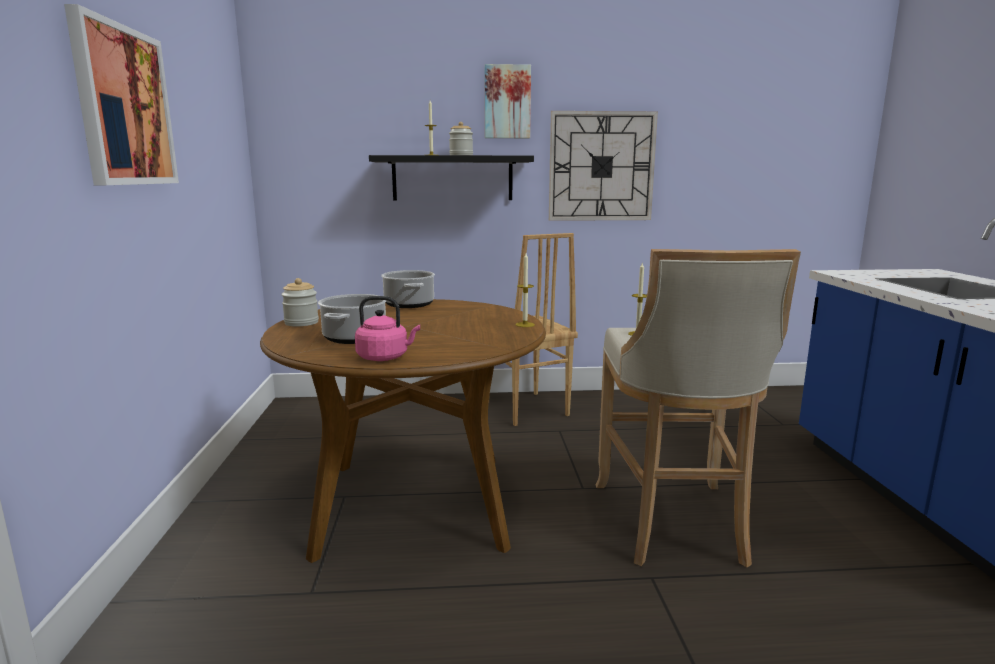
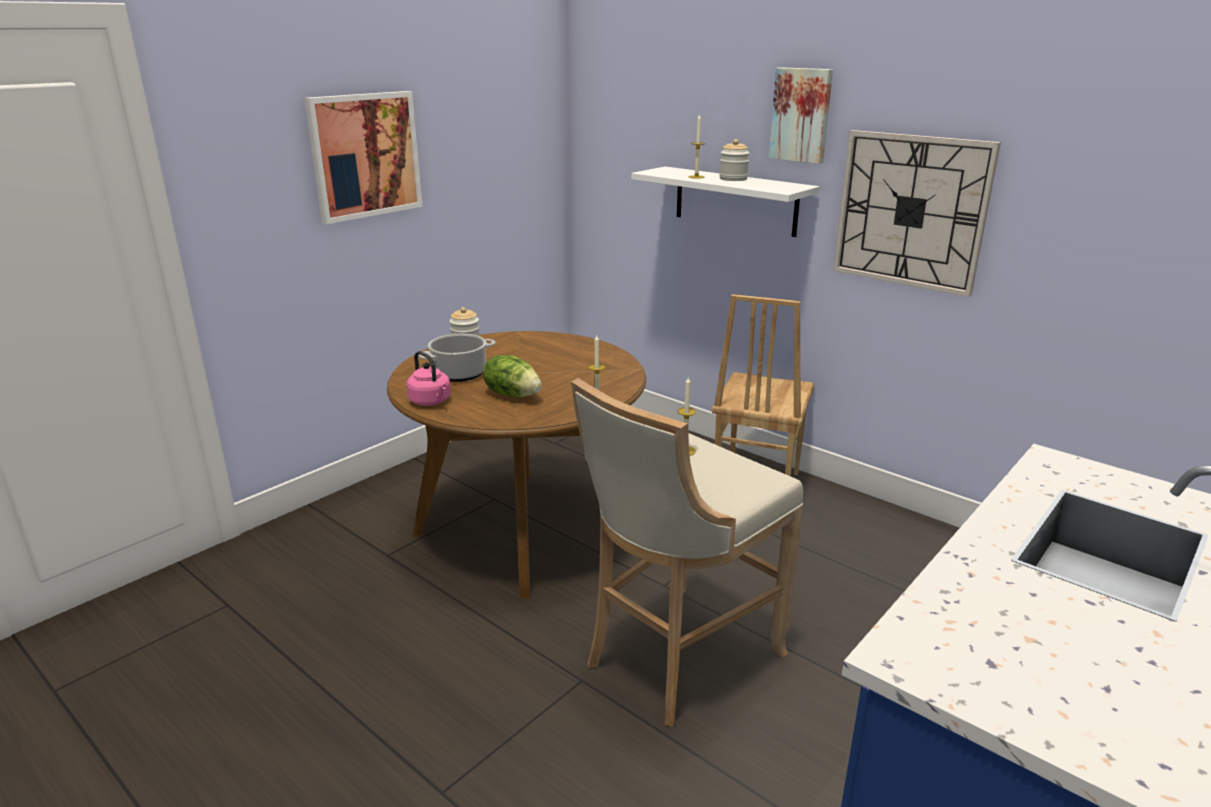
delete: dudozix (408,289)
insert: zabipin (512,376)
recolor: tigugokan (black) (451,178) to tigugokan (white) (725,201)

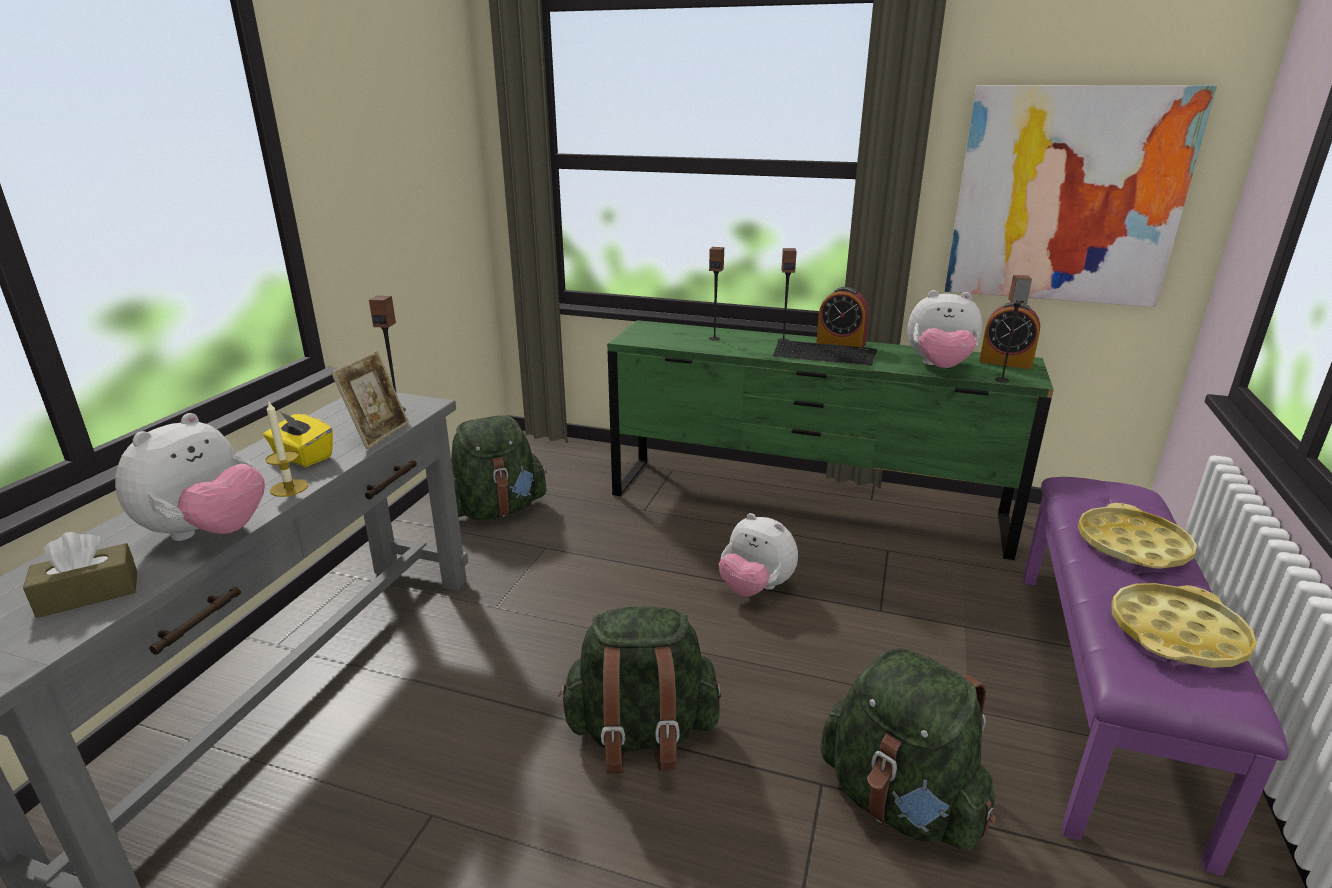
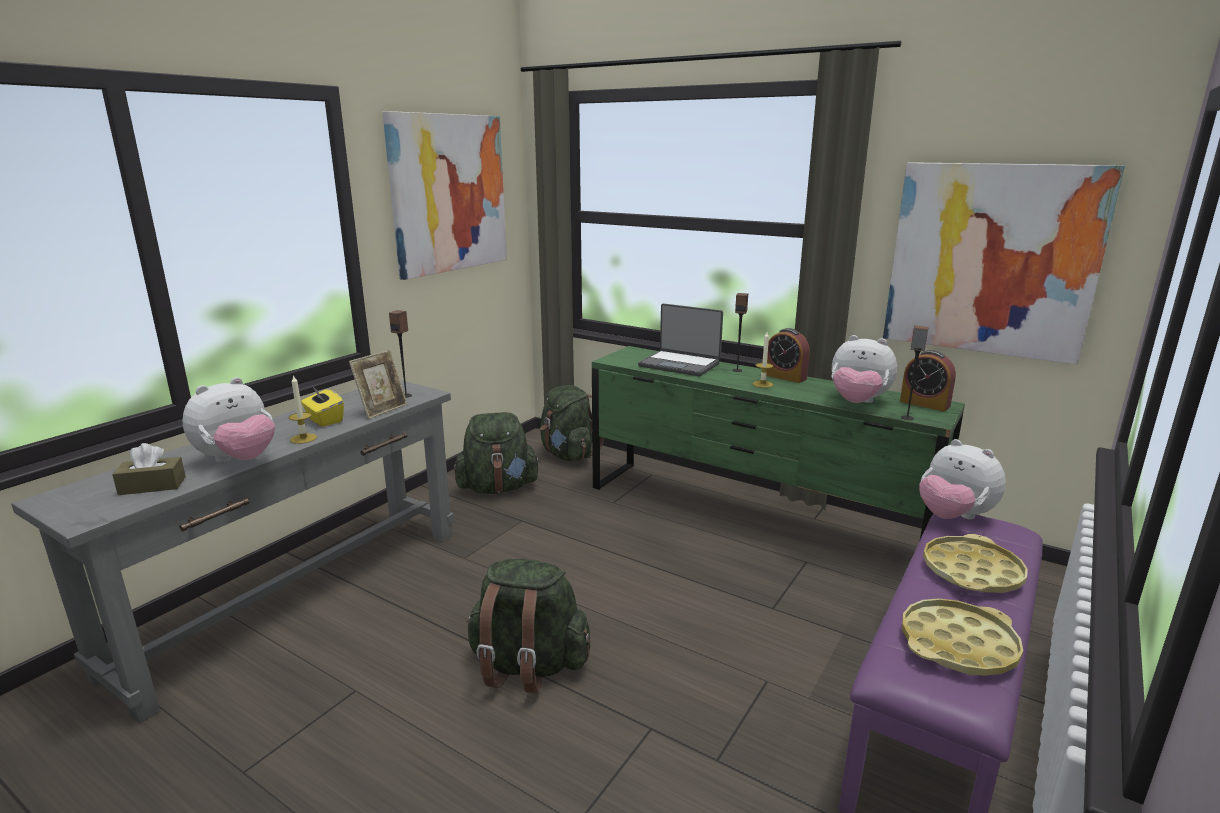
insert: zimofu (444,195)
move: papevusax (758,554) to (962,479); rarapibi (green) (908,749) to (572,423)
replace: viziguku (716,294) to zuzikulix (680,339); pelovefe (825,353) to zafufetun (763,360)

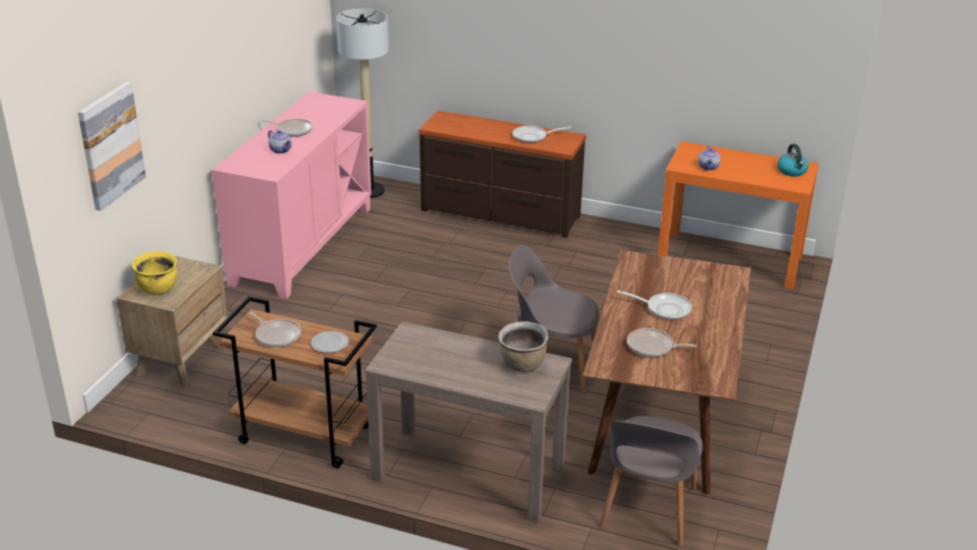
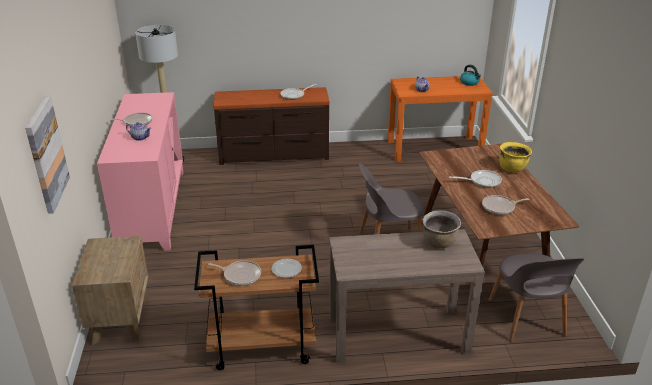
move: dudozix (yellow) (154,273) to (515,157)

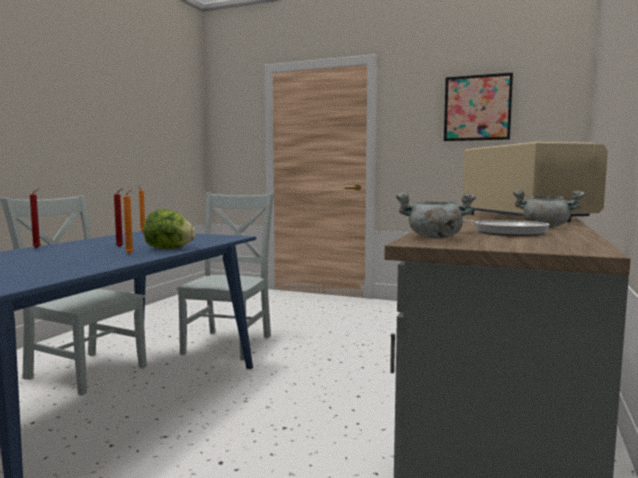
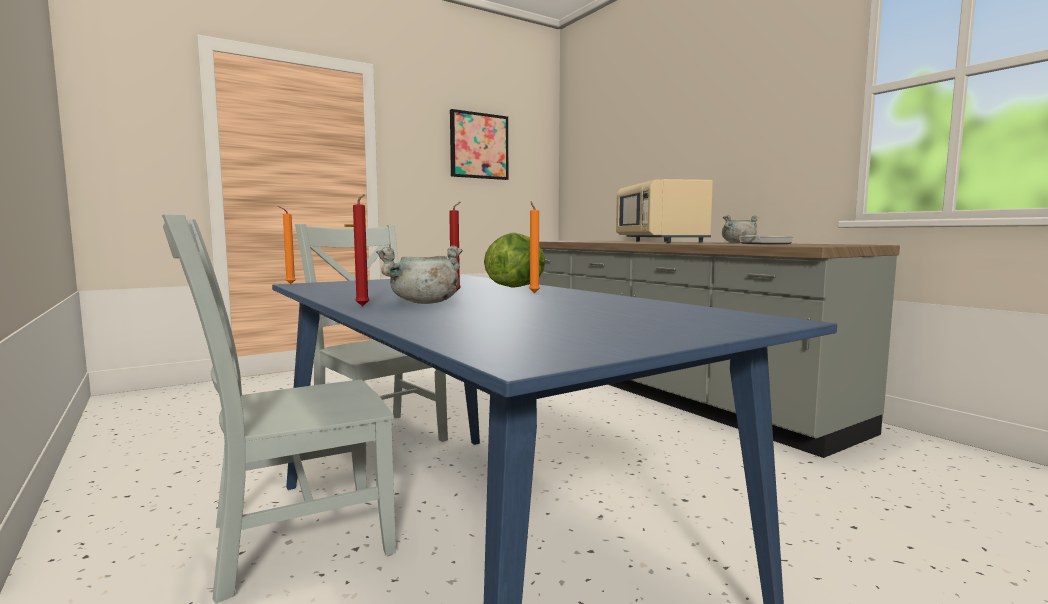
move: dudozix (grey) (436,216) to (419,274)
rotate: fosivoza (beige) (535,182) = (664,211) 120 degrees counterclockwise

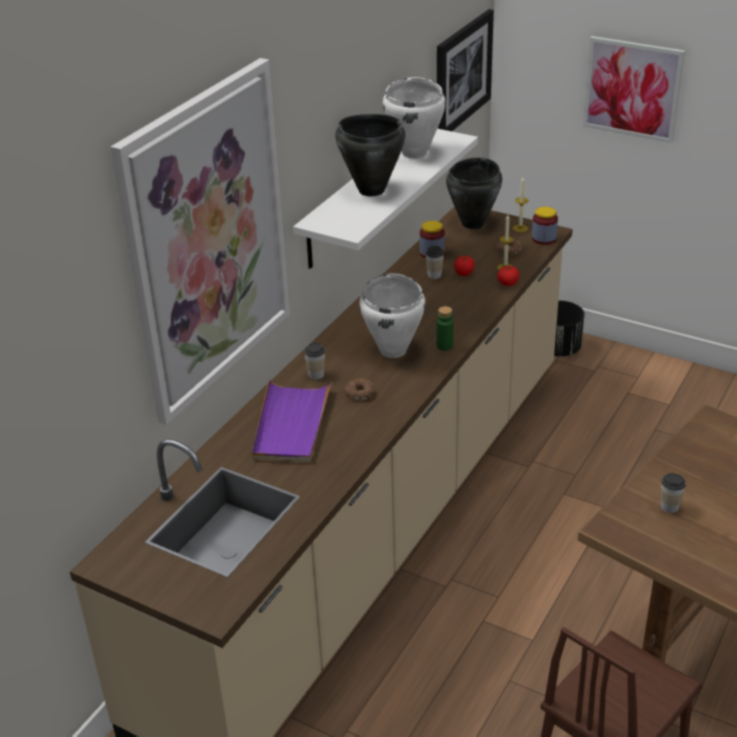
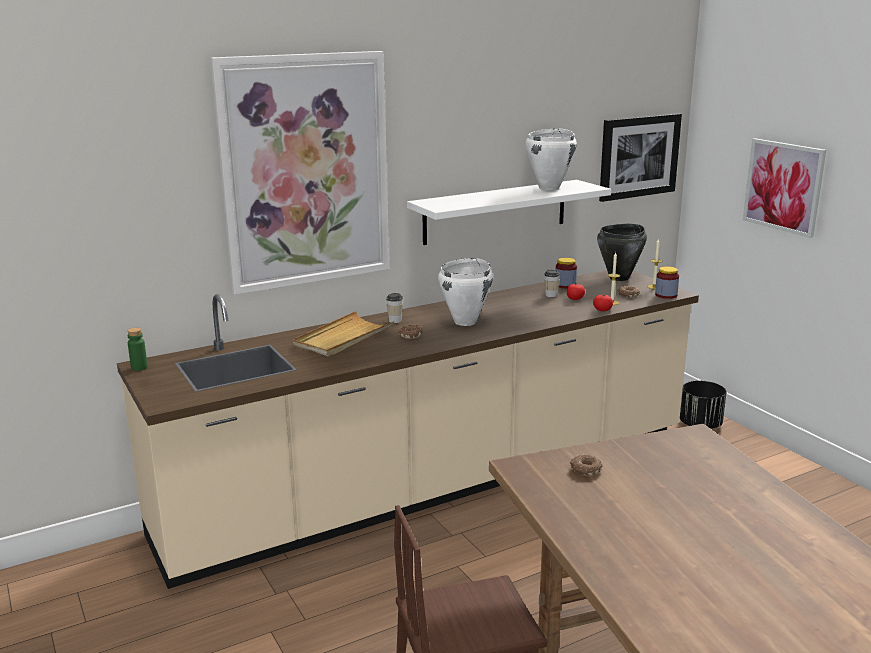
delete: dudozix (black) (370,155)
move: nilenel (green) (445,328) to (138,349)
replace: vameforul (673,493) to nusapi (586,465)
recolor: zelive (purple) (292,420) to zelive (beige) (343,334)

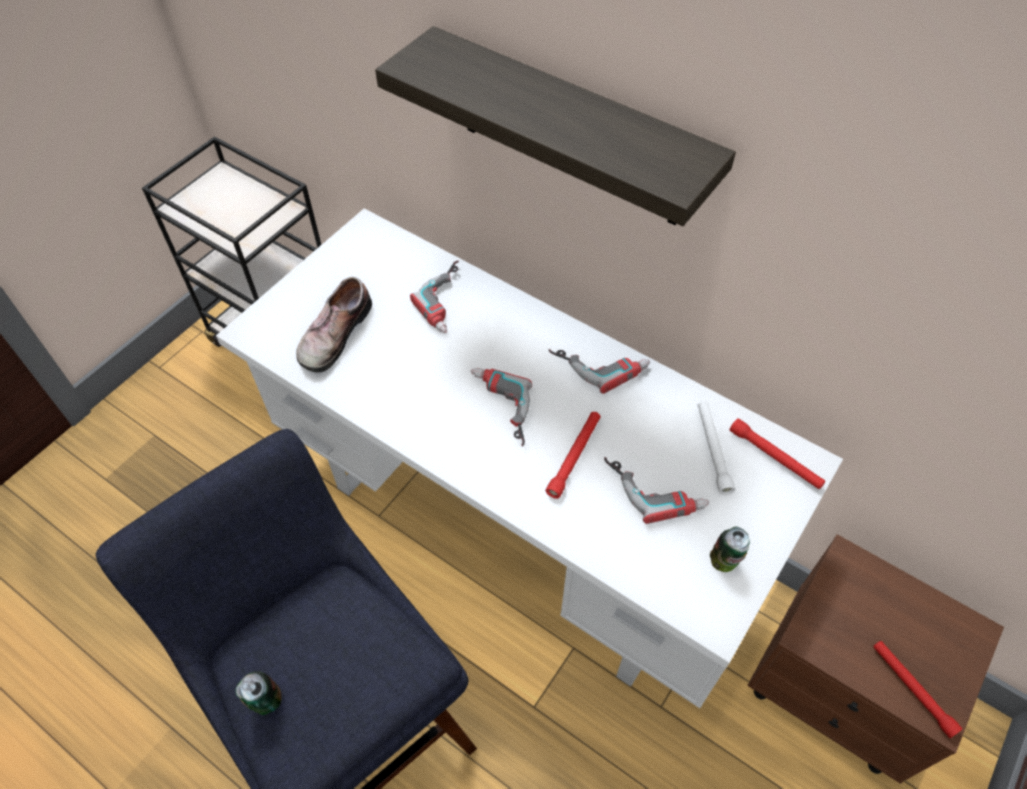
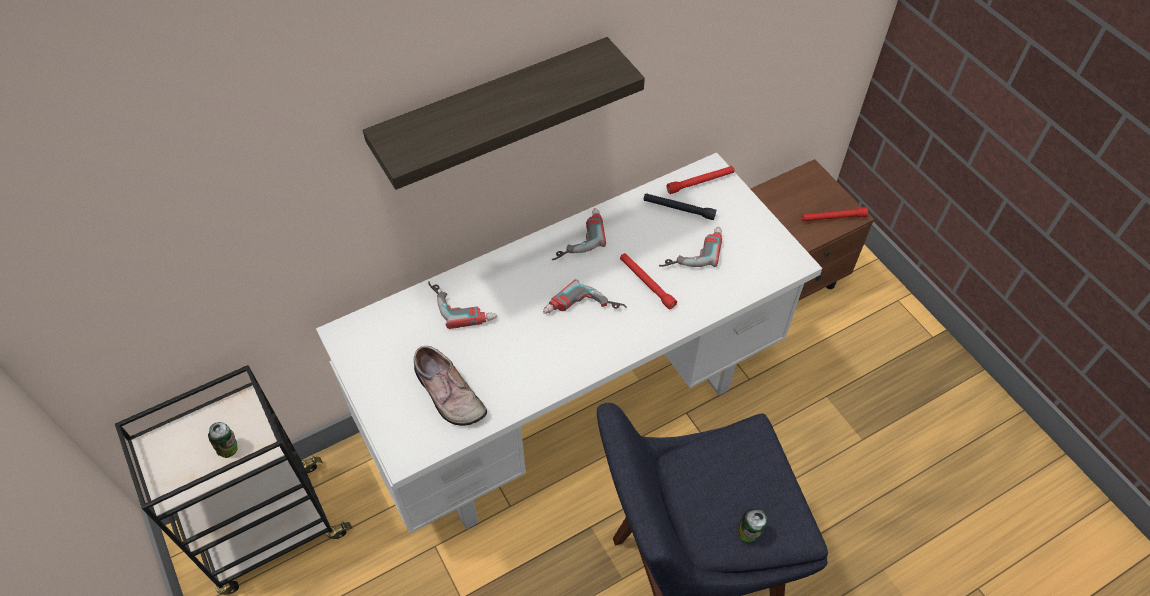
move: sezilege (730,549) to (223,440)
recolor: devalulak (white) (716,448) to devalulak (black) (680,206)

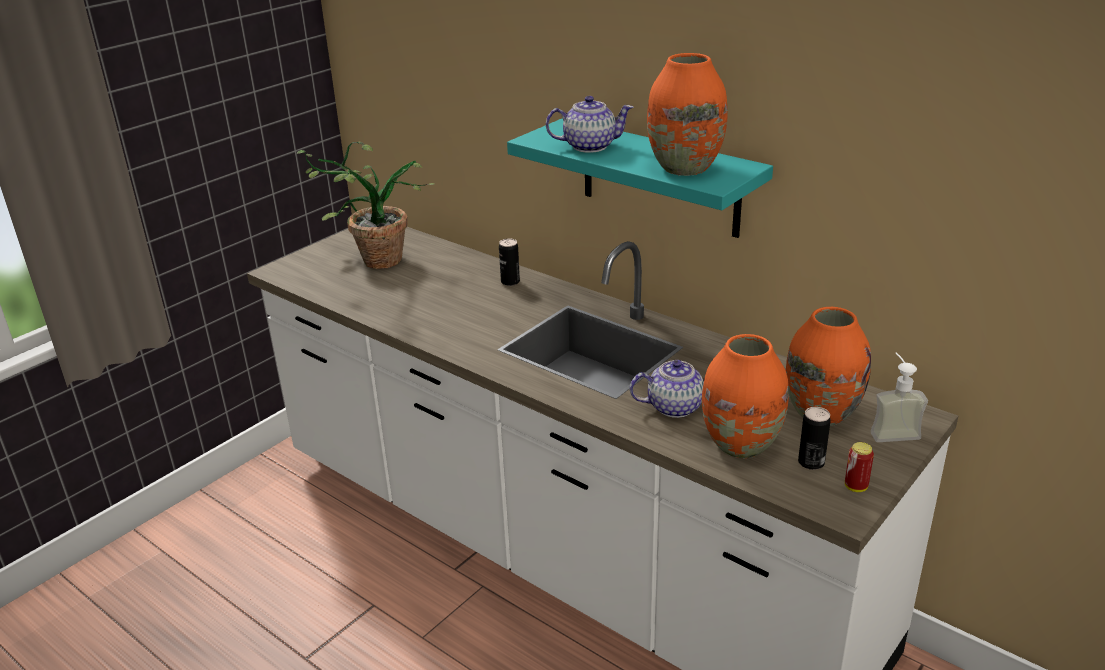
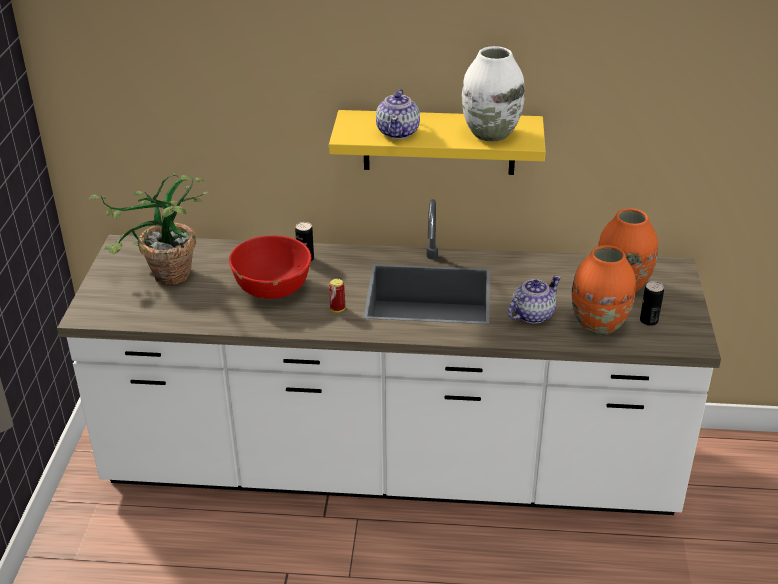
delete: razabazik (899,397)
insert: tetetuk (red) (270,267)
move: sezilege (859,467) to (337,296)
recolor: tigugokan (turquoise) (640,178) to tigugokan (yellow) (437,142); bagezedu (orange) (687,114) to bagezedu (white) (493,94)
rotate: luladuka (589,124) = (398,114) 135 degrees clockwise

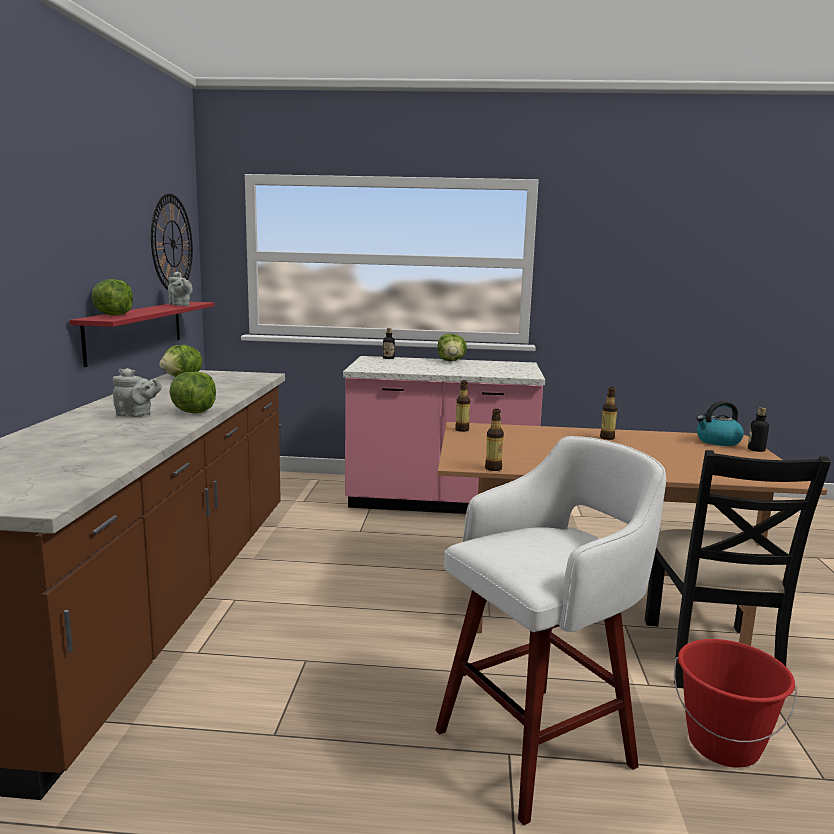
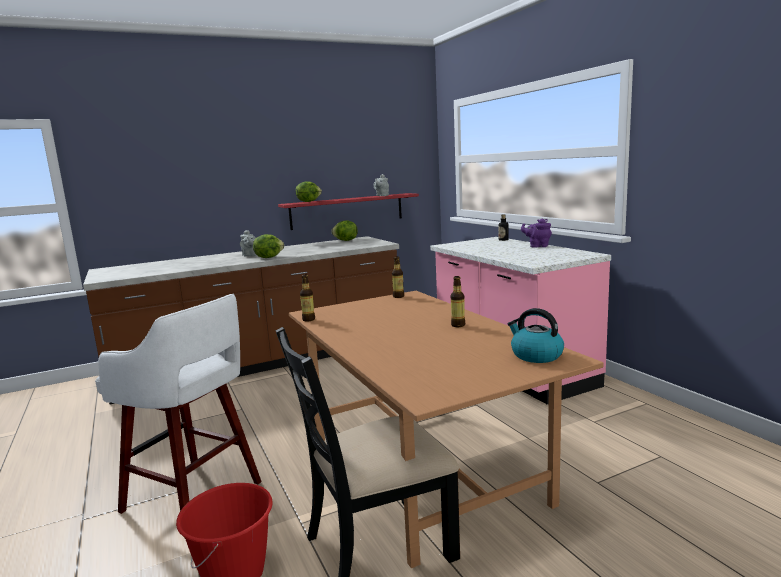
delete: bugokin (172,242); nilenel (758,429)
replace: zabipin (452,347) to luladuka (purple) (536,233)

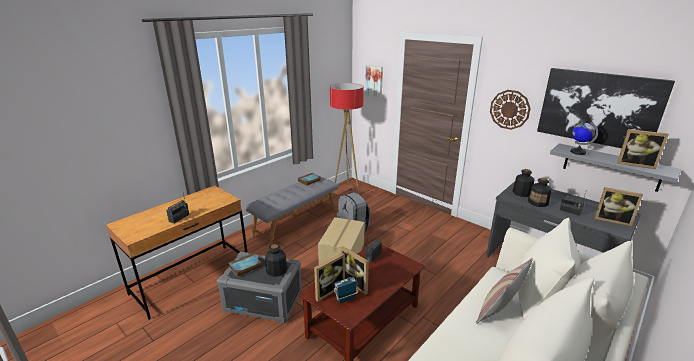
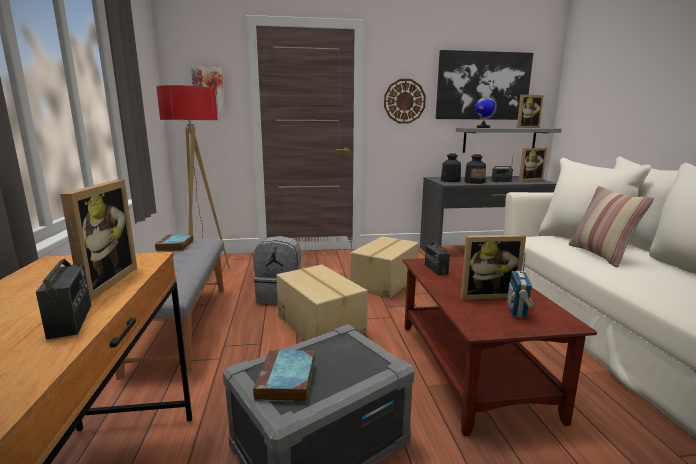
delete: nilenel (276,260)
insert: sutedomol (384,267)
move: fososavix (329,277) to (98,240)

